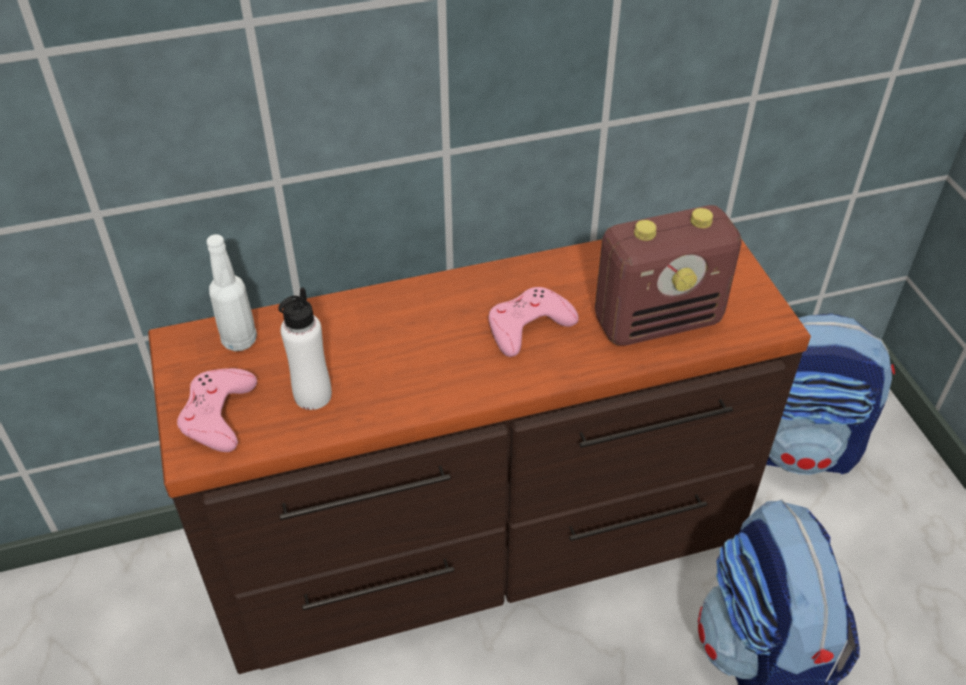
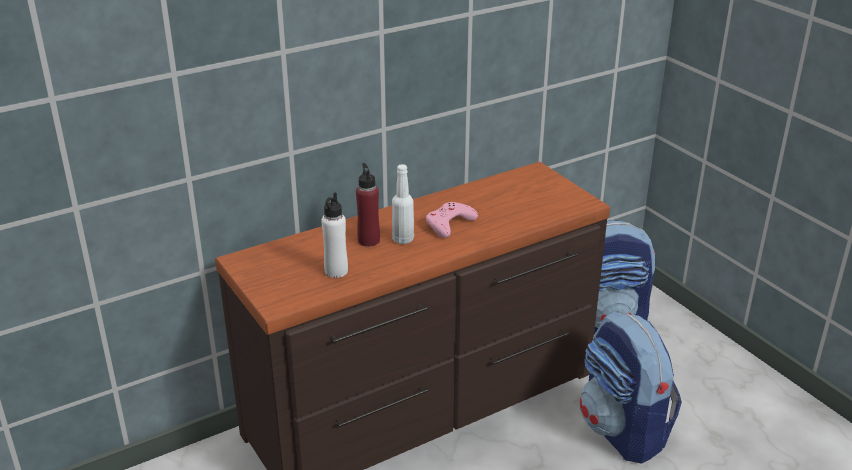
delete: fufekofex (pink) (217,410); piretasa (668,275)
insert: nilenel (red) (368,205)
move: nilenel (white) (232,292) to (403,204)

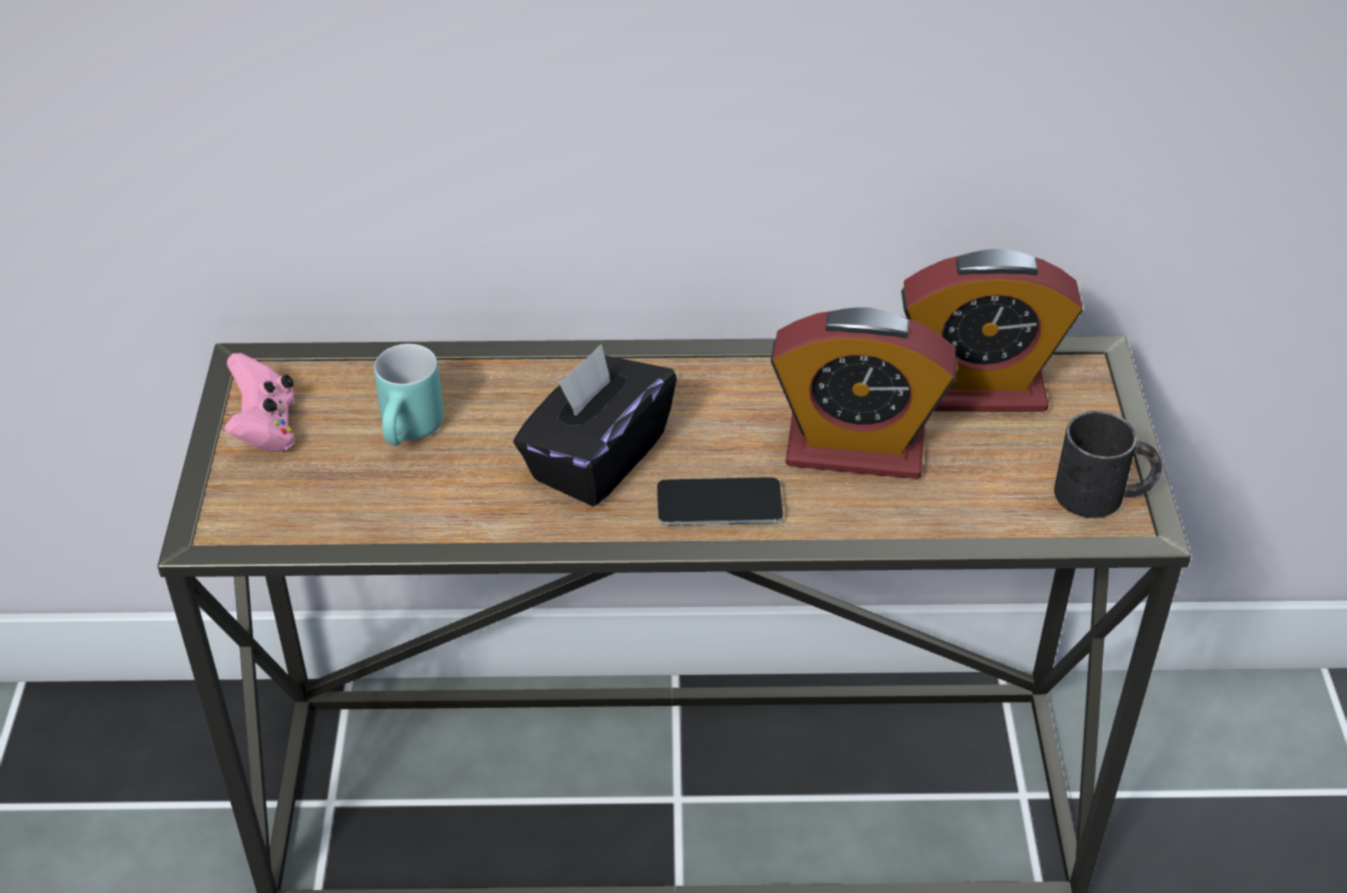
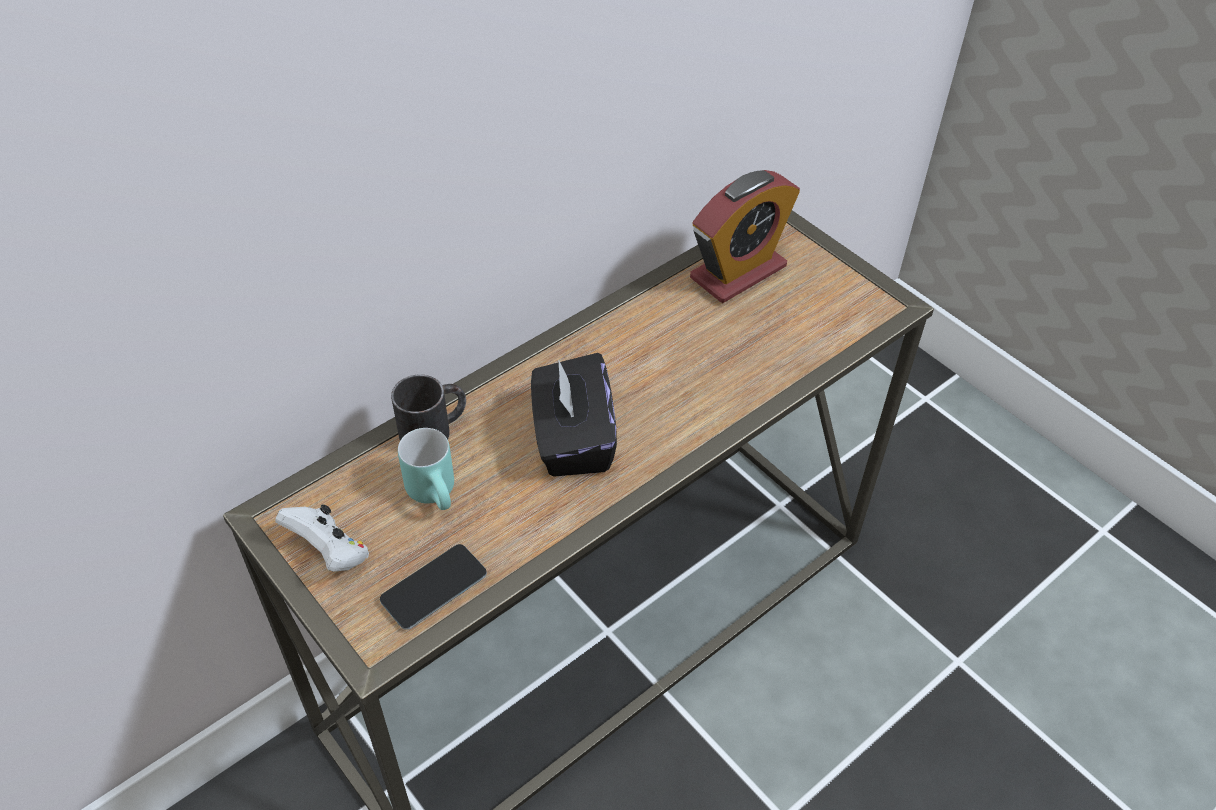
delete: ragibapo (864,393)
move: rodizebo (720,501) to (433,587); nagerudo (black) (1108,464) to (428,407)
recolor: fufekofex (pink) (259,402) to fufekofex (white) (322,538)

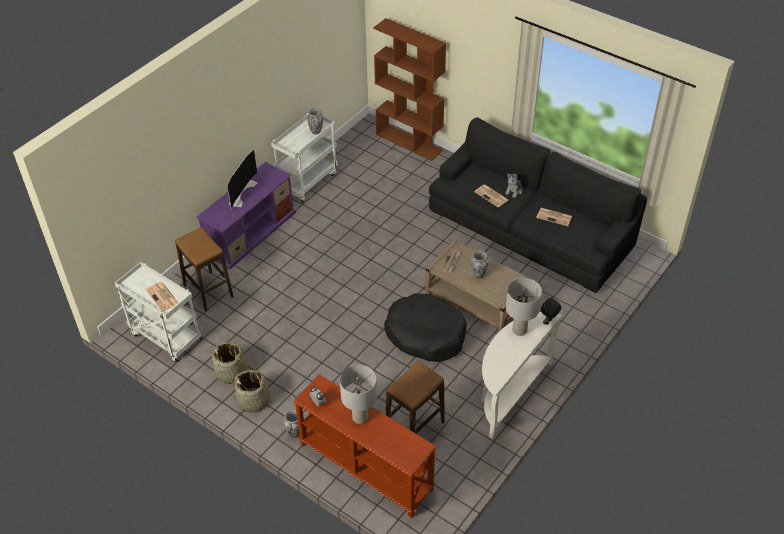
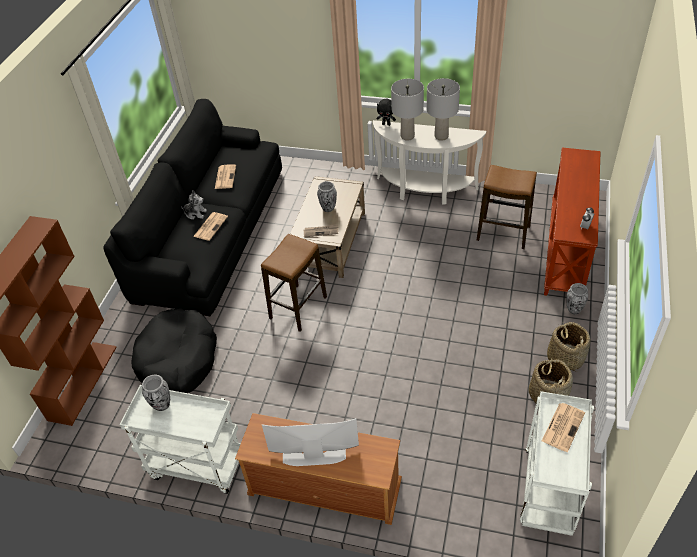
move: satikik (204,269) to (294,283); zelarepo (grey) (358,394) to (443,109); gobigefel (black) (425,327) to (174,350)
recolor: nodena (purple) (246,215) to nodena (brown) (318,469)

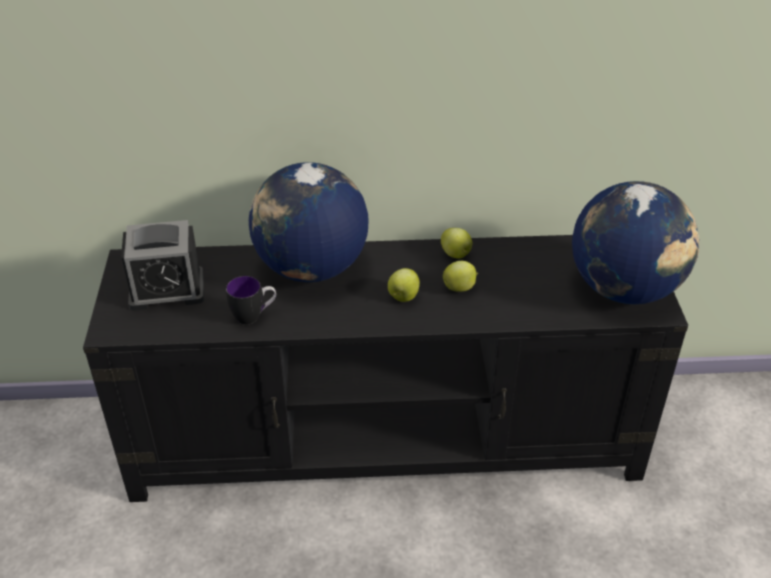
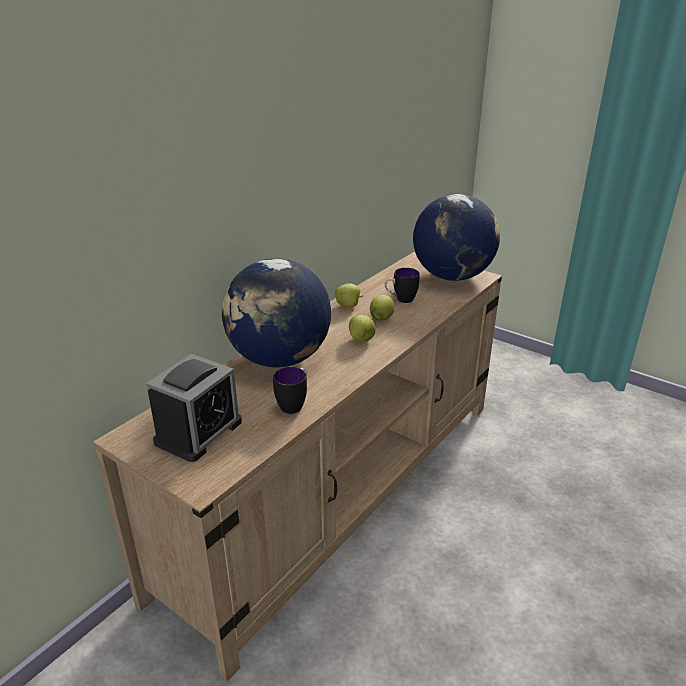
insert: nagerudo (402,285)
recolor: nodena (black) (385,368) to nodena (beige) (297,467)

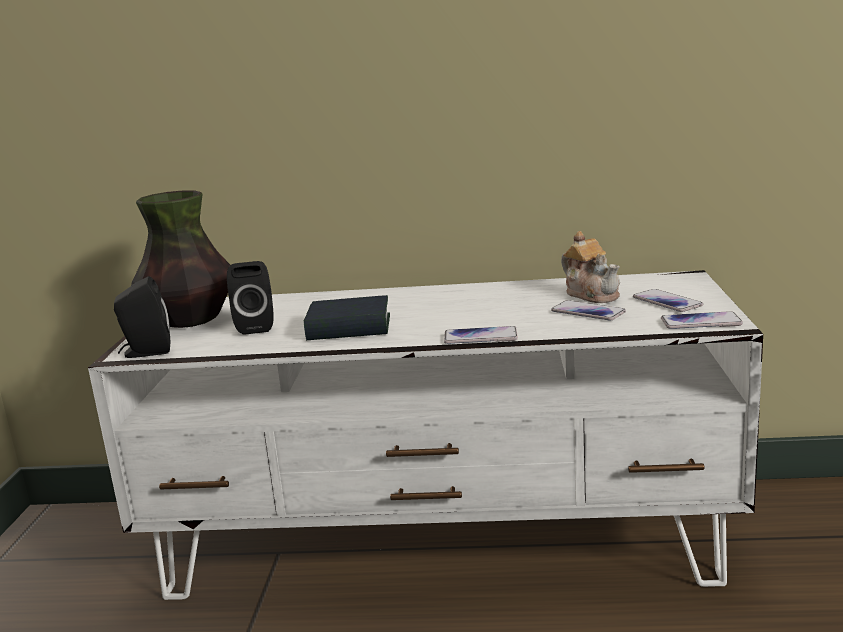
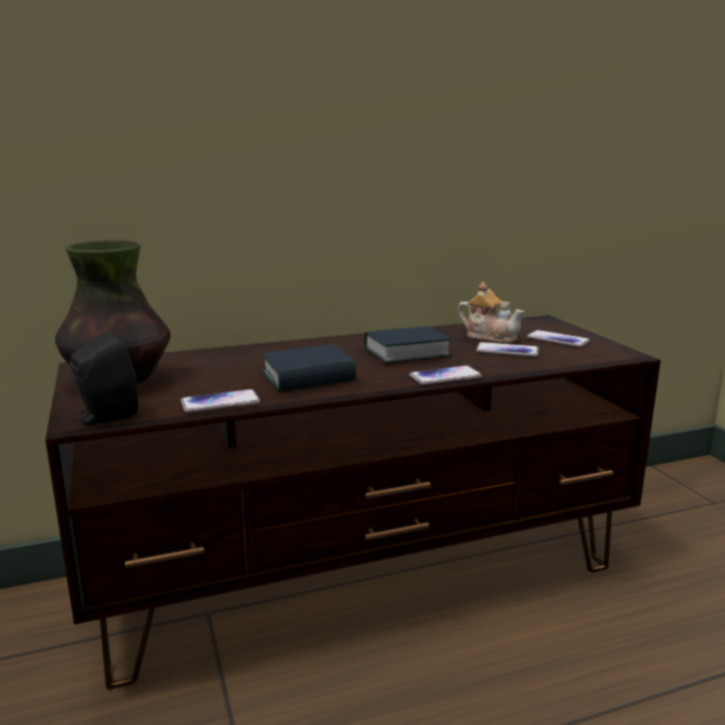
delete: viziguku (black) (250,298)
insert: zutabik (408,344)
move: rodizebo (702,320) to (220,400)
recolor: nodena (white) (425,435) to nodena (brown) (353,502)

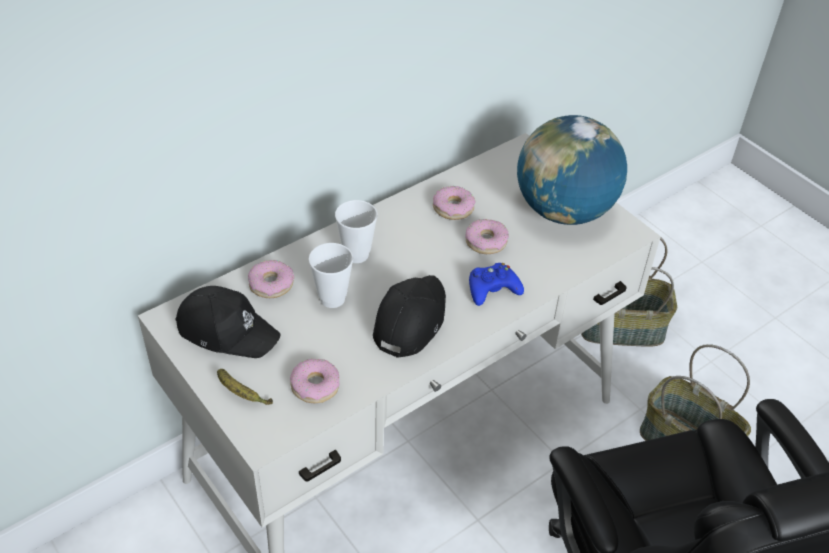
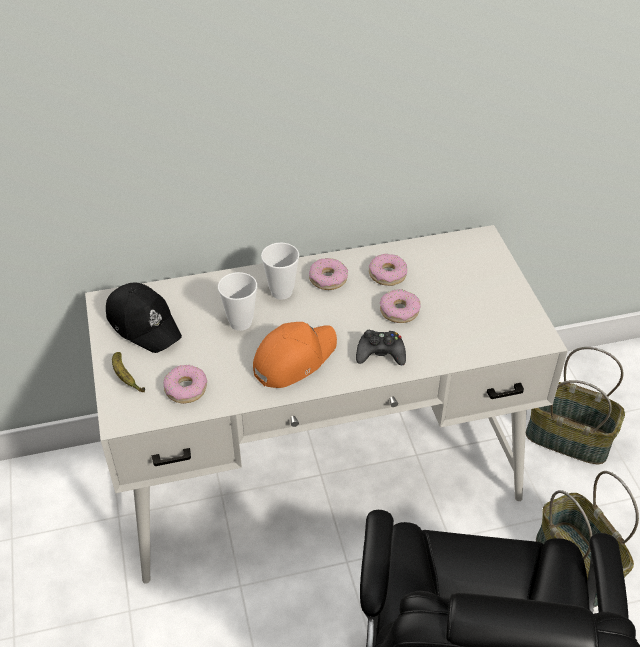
delete: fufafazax (572,170)
move: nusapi (271,279) to (328,274)
recolor: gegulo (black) (409,316) to gegulo (orange) (295,355); fufekofex (blue) (496,284) to fufekofex (black) (381,347)

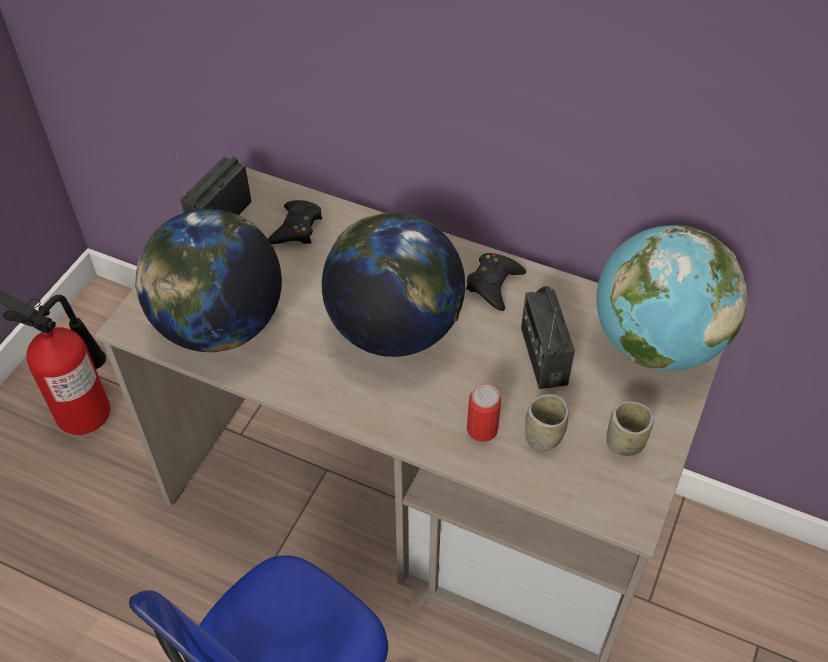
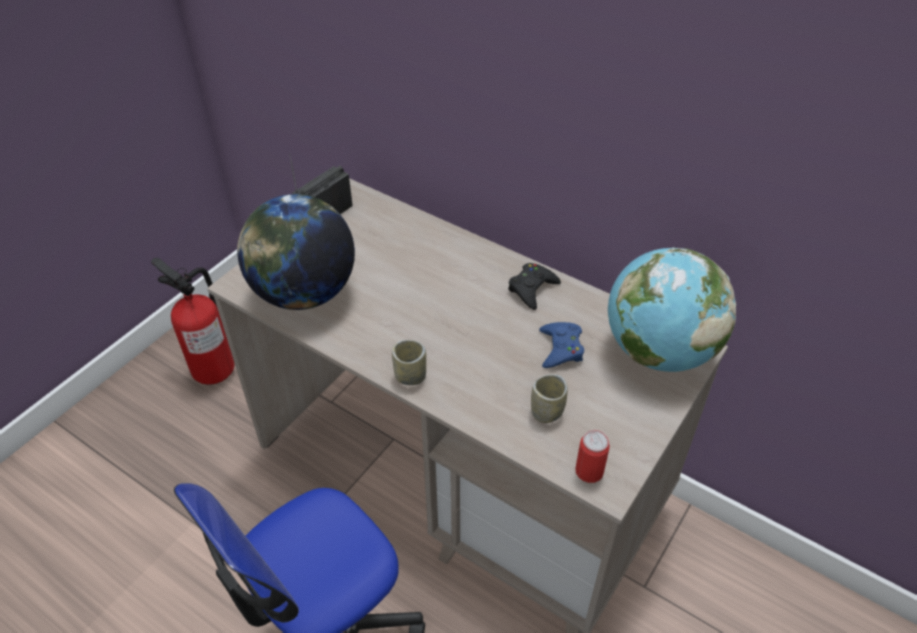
delete: fufekofex (black) (295,222); fufafazax (393,284)
move: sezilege (484,413) to (592,456); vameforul (630,429) to (409,362)
replace: piretasa (548,337) to fufekofex (blue) (561,345)

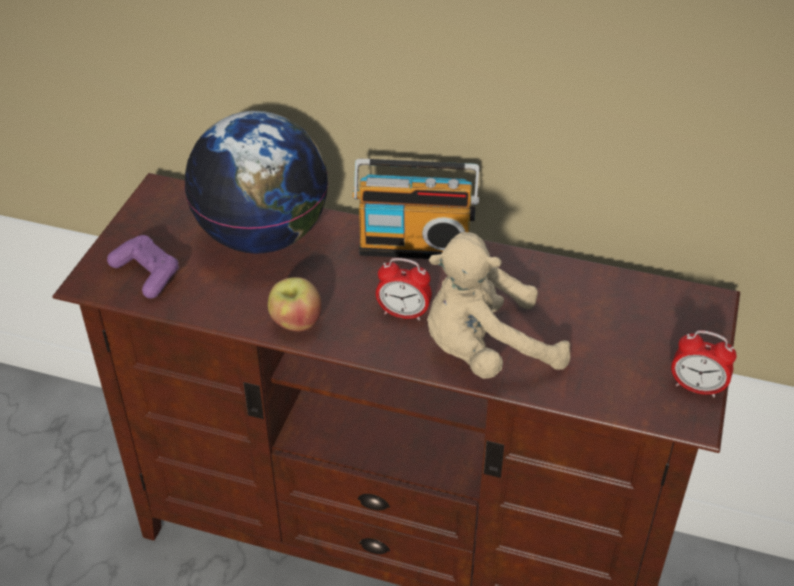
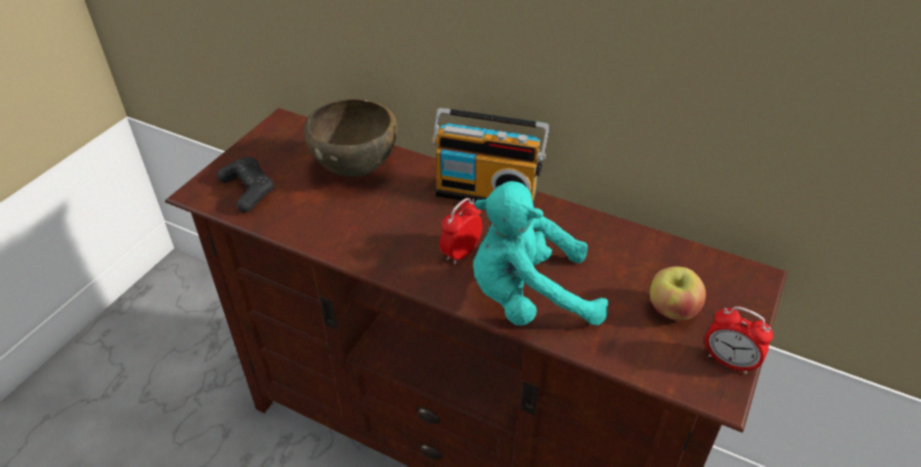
move: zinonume (295,304) to (678,293)
replace: fufafazax (256,182) to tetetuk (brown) (350,138)
recolor: fufekofex (purple) (143,267) to fufekofex (black) (245,184); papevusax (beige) (498,305) to papevusax (turquoise) (540,253)
rotate: ragibapo (404,289) = (461,231) 105 degrees clockwise

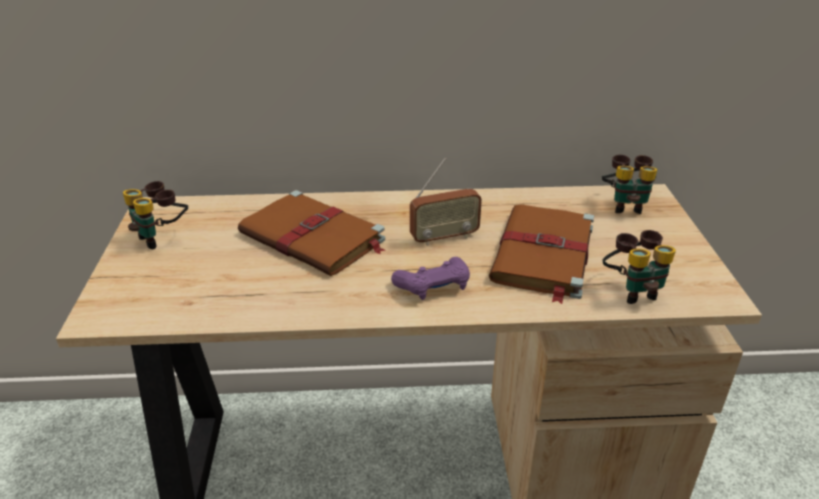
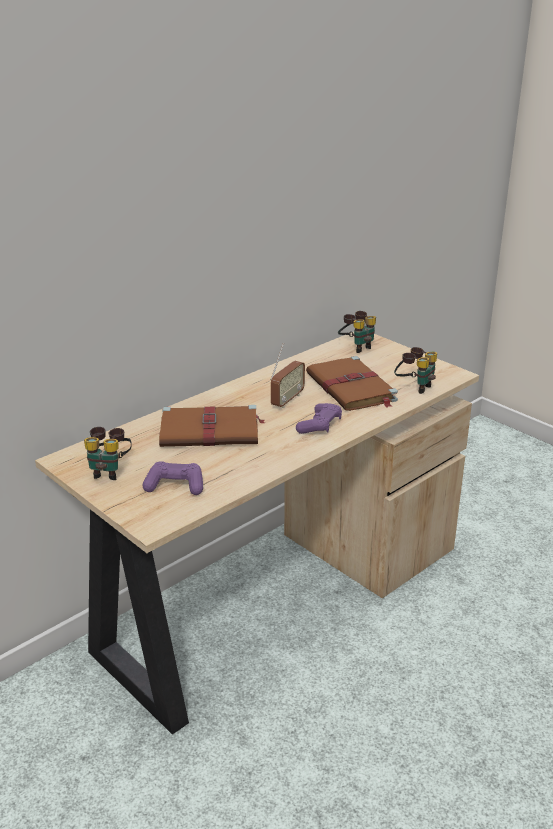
insert: fufekofex (purple) (172,478)

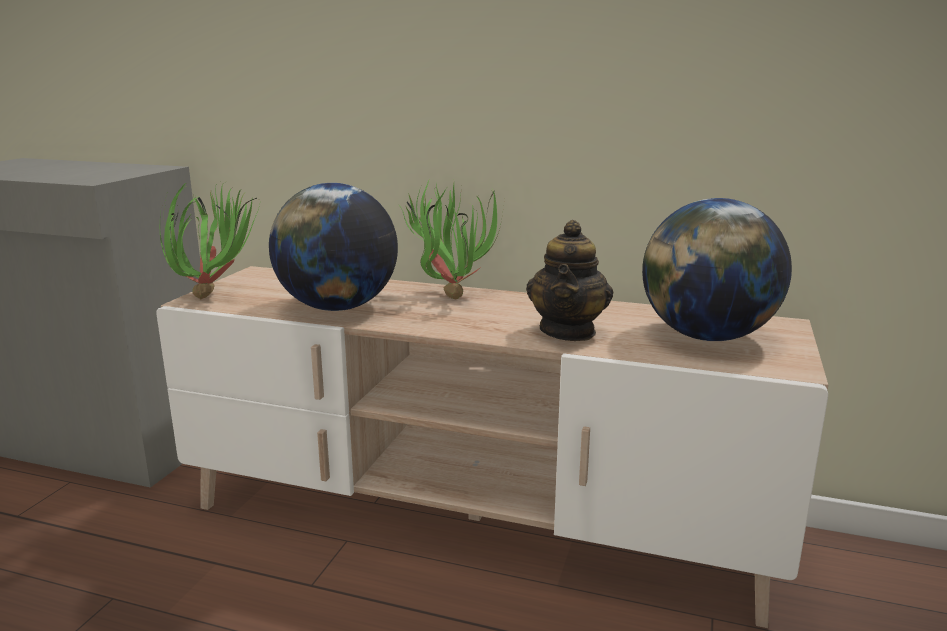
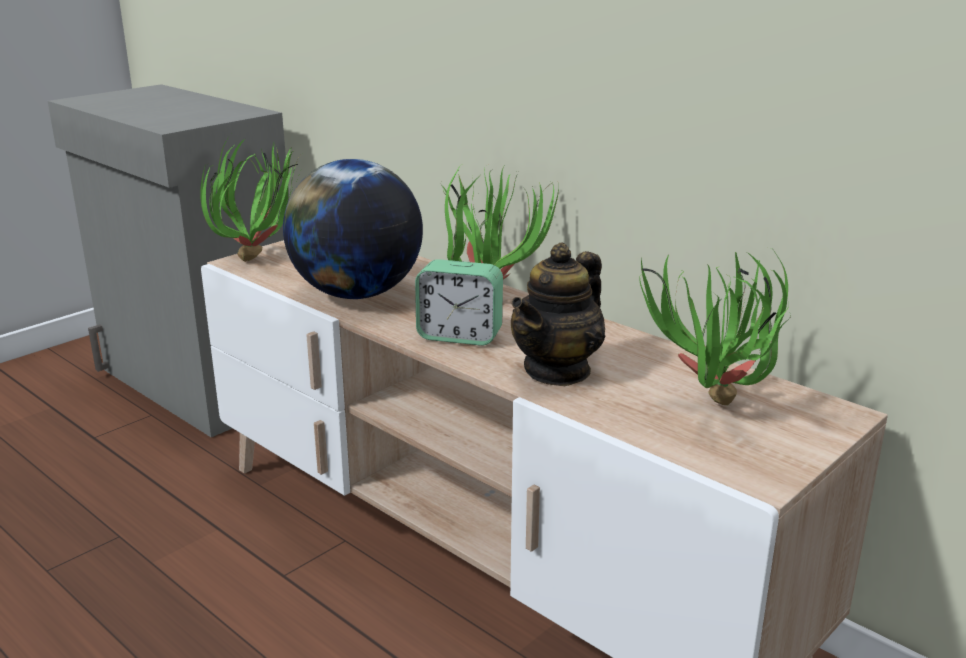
insert: ragibapo (459,302)
replace: fufafazax (717,269) to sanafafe (715,328)

